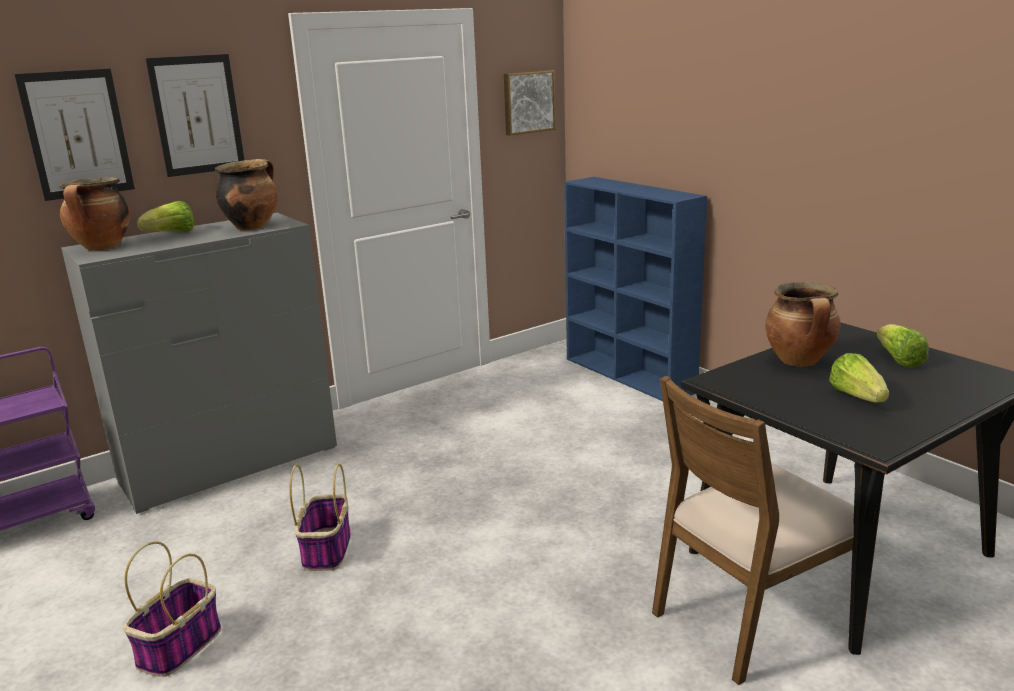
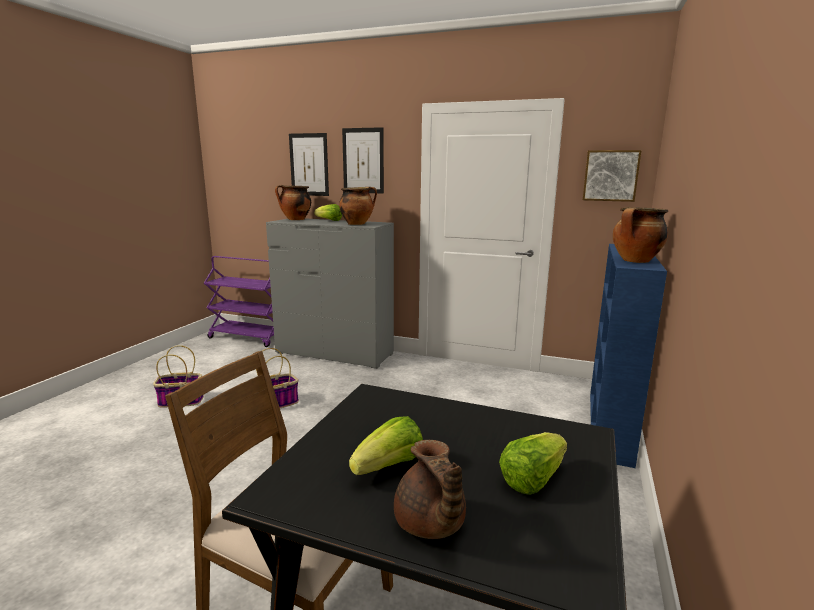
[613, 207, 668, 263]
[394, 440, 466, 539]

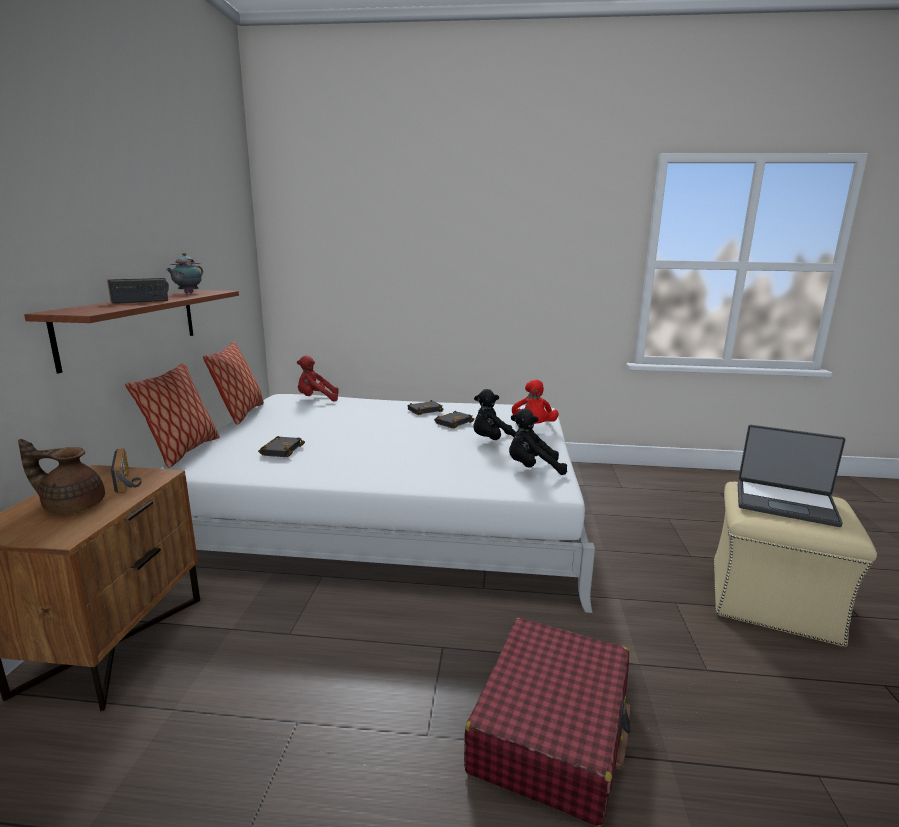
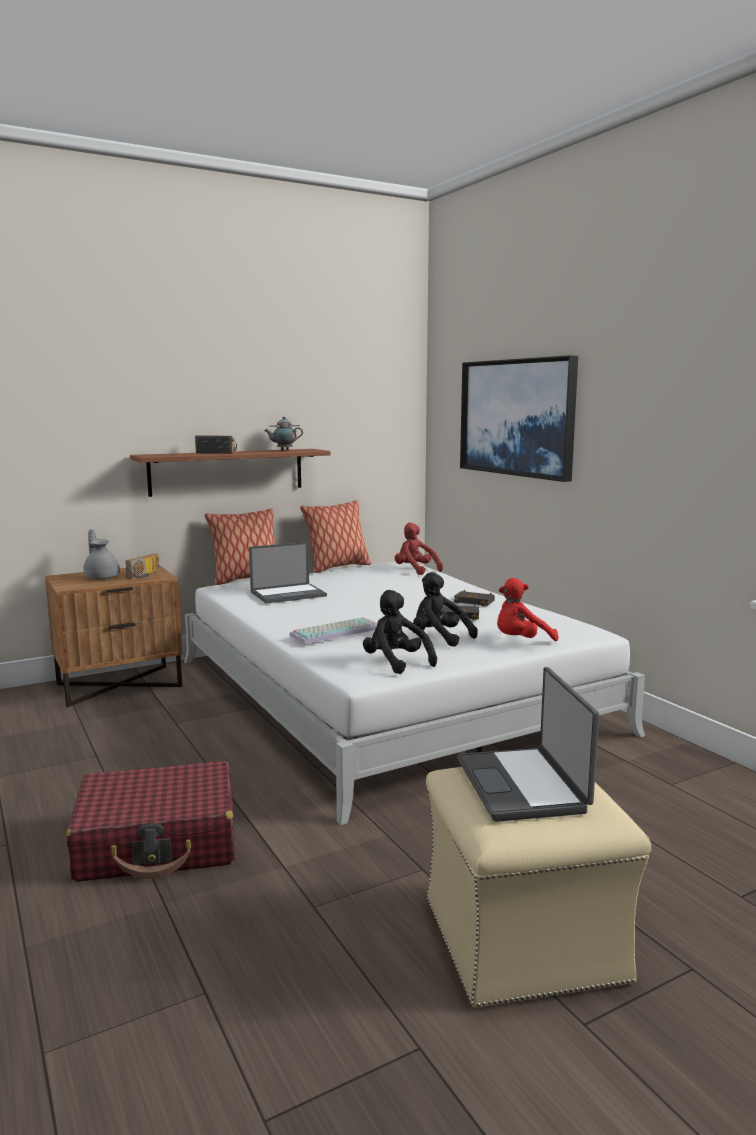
[83, 529, 120, 580]
[249, 542, 327, 604]
[289, 617, 377, 644]
[460, 355, 578, 482]

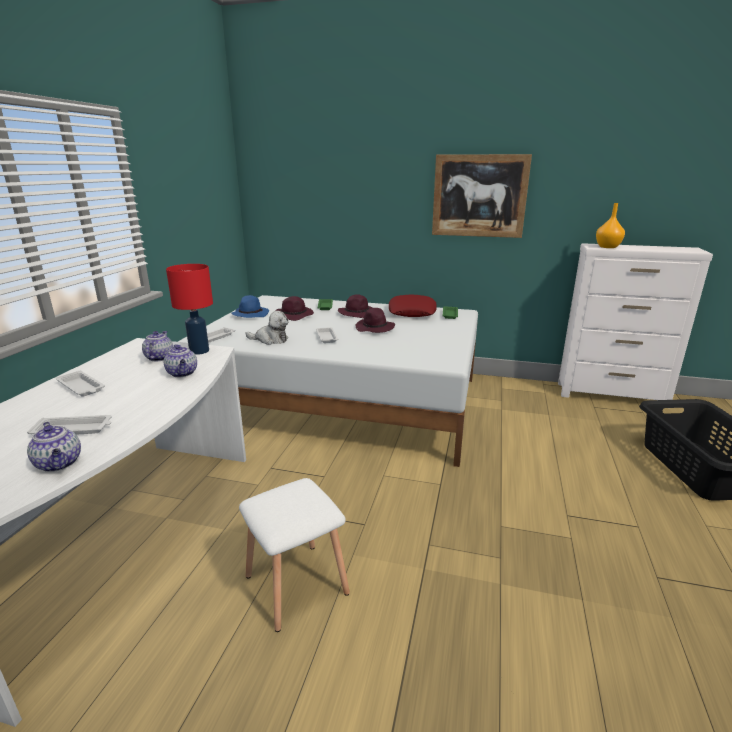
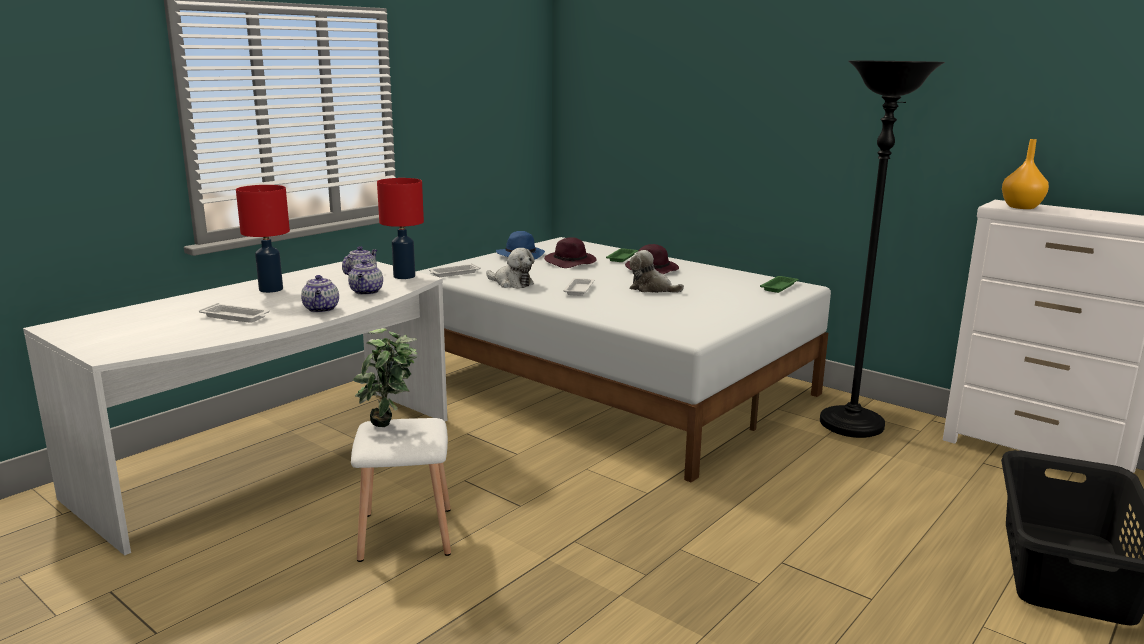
[301, 275, 339, 313]
[236, 185, 290, 293]
[630, 250, 684, 293]
[389, 295, 437, 317] (first image)
[432, 154, 532, 238] (first image)
[353, 328, 417, 427]
[820, 60, 945, 438]

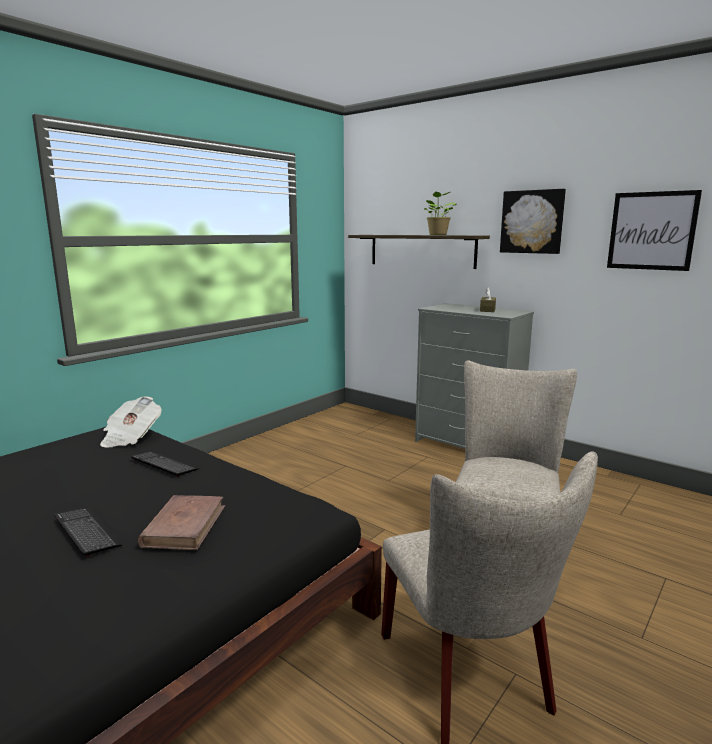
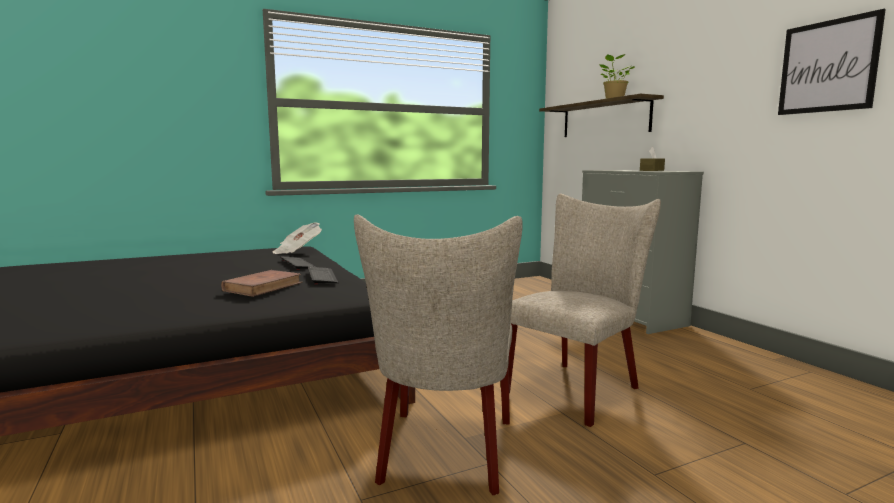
[308, 267, 338, 284]
[500, 189, 566, 254] (first image)

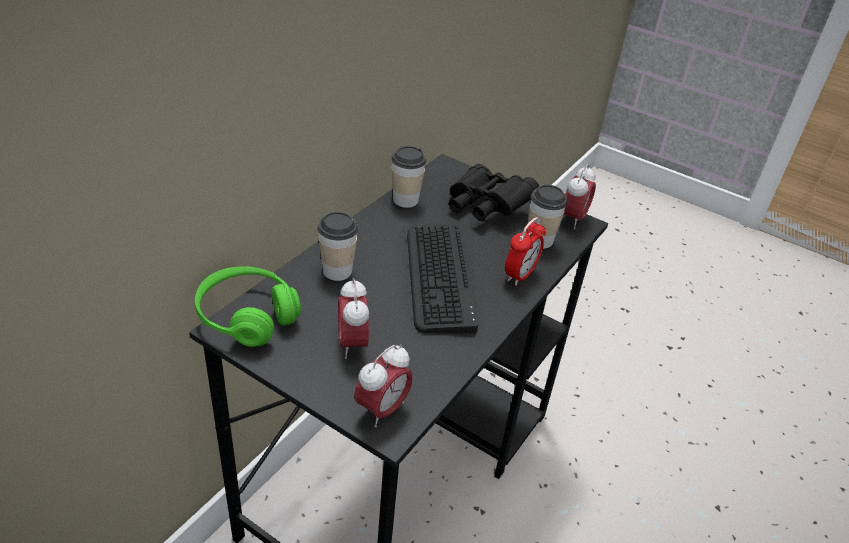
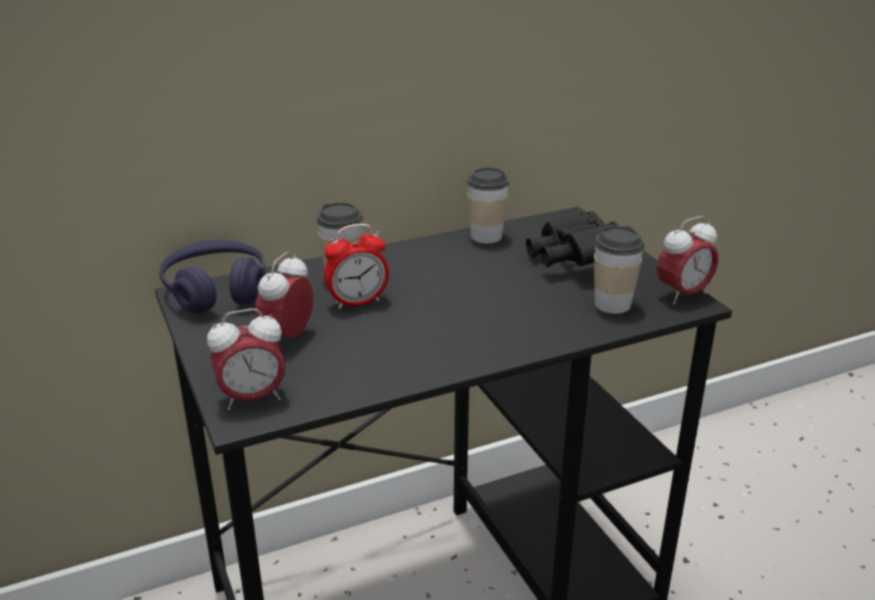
[159, 240, 265, 314]
[407, 223, 479, 334] (first image)
[324, 224, 389, 309]

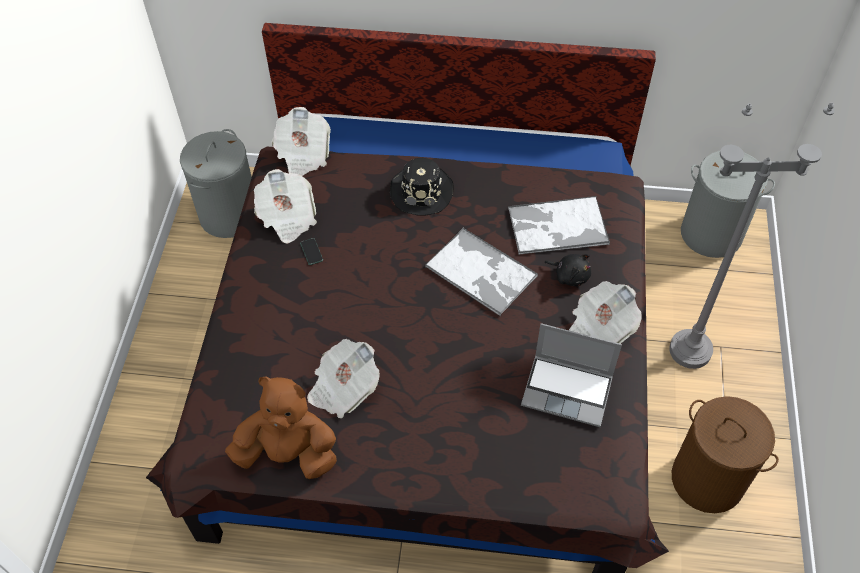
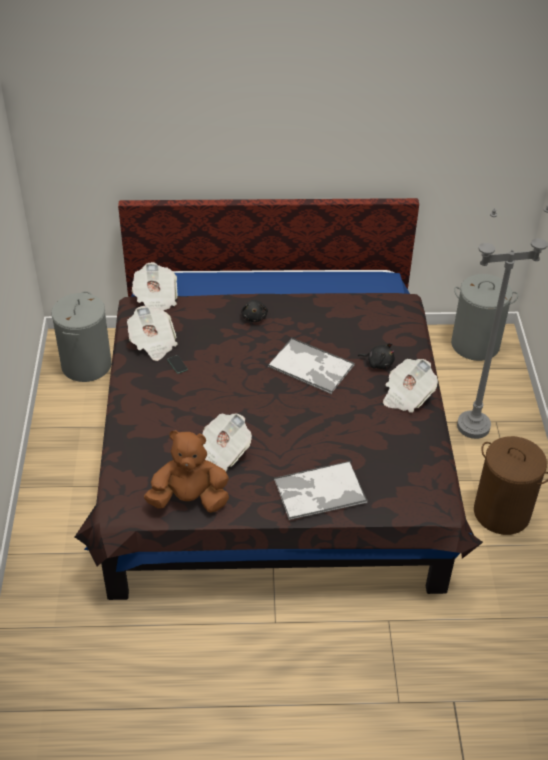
[241, 300, 268, 322]
[274, 461, 368, 520]
[521, 323, 622, 427] (first image)

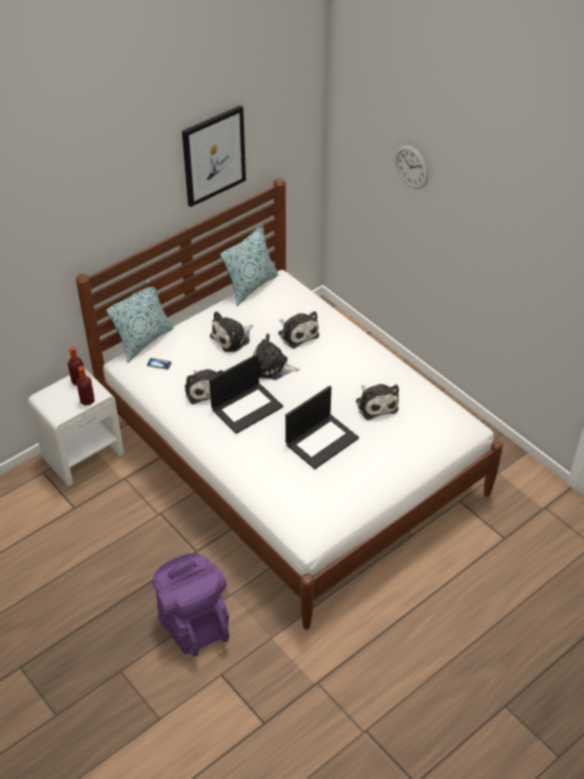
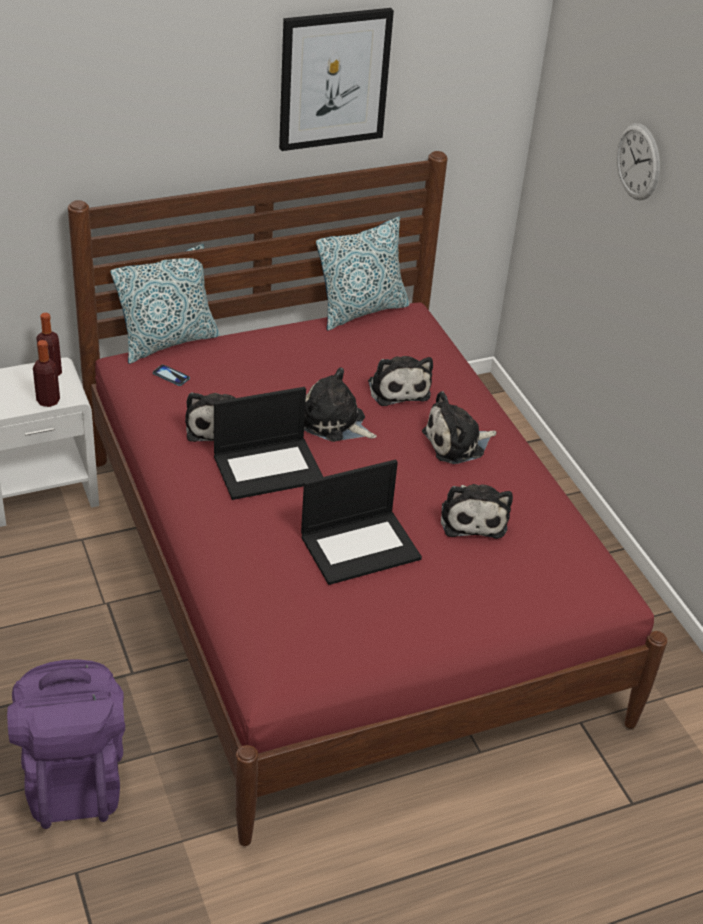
[68, 151, 668, 846]
[422, 391, 496, 464]

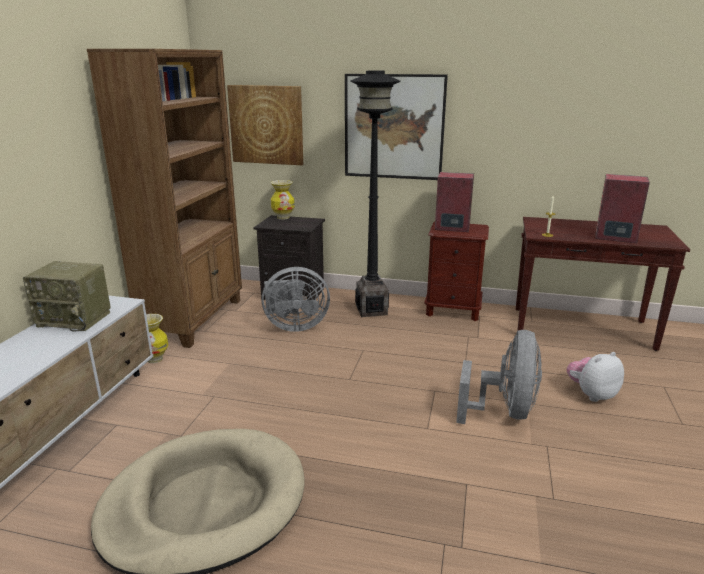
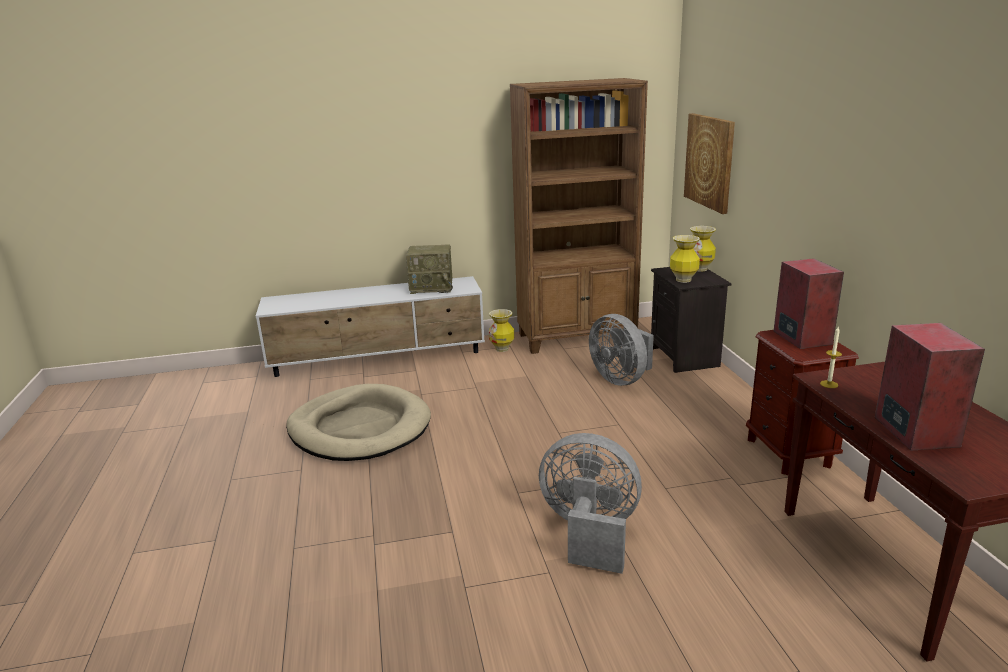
[406, 244, 453, 294]
[345, 74, 448, 180] (first image)
[350, 71, 400, 317] (first image)
[539, 433, 642, 574]
[567, 352, 624, 402] (first image)
[670, 235, 700, 283]

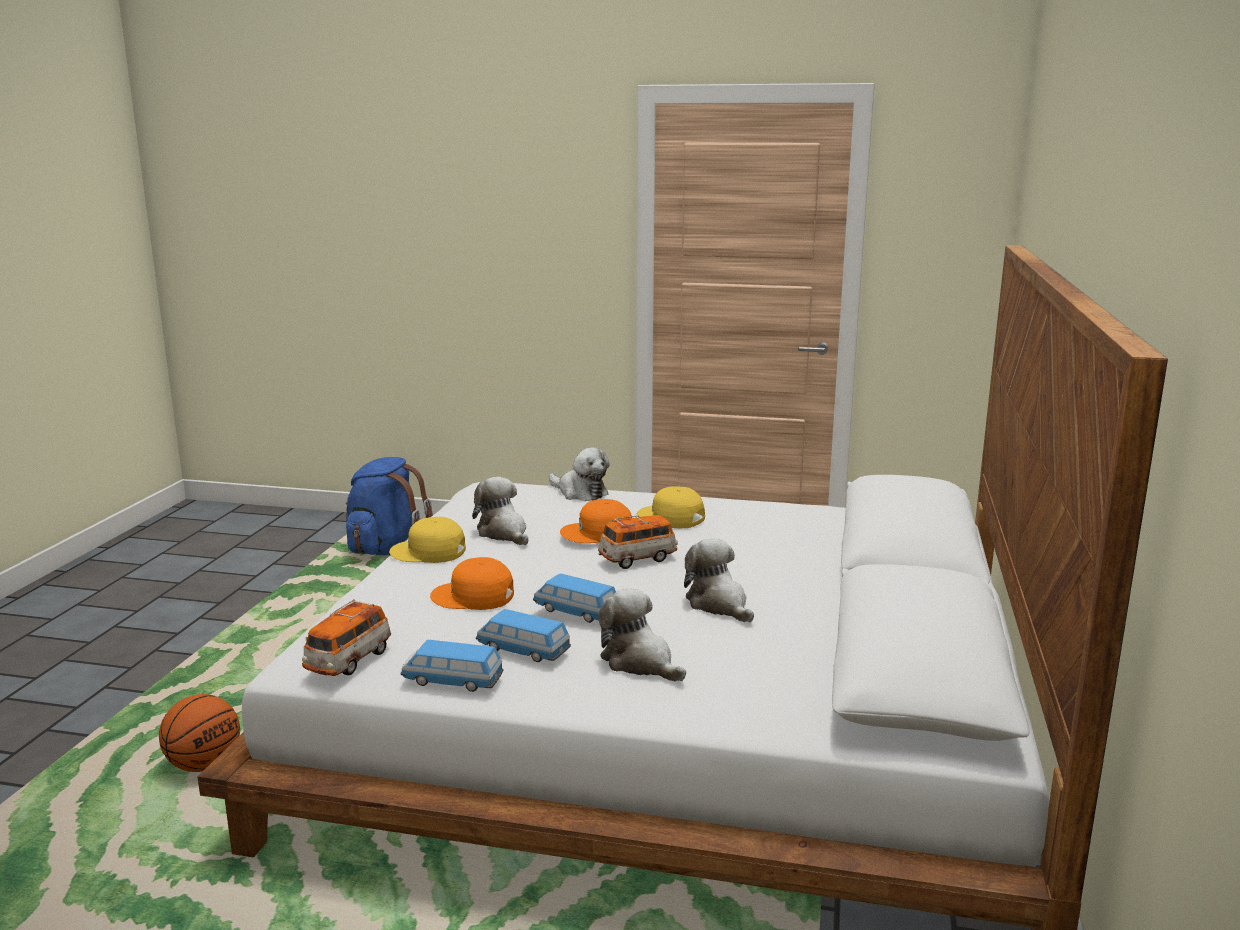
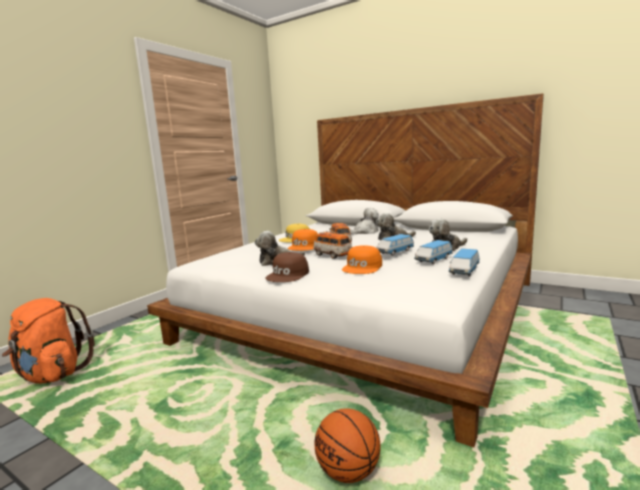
[313, 231, 352, 259]
[2, 298, 95, 384]
[266, 252, 309, 282]
[349, 208, 379, 234]

